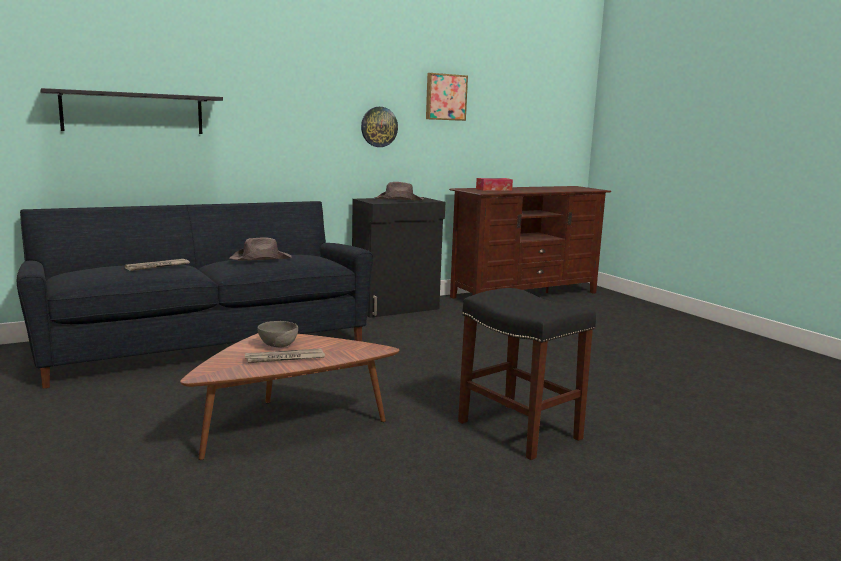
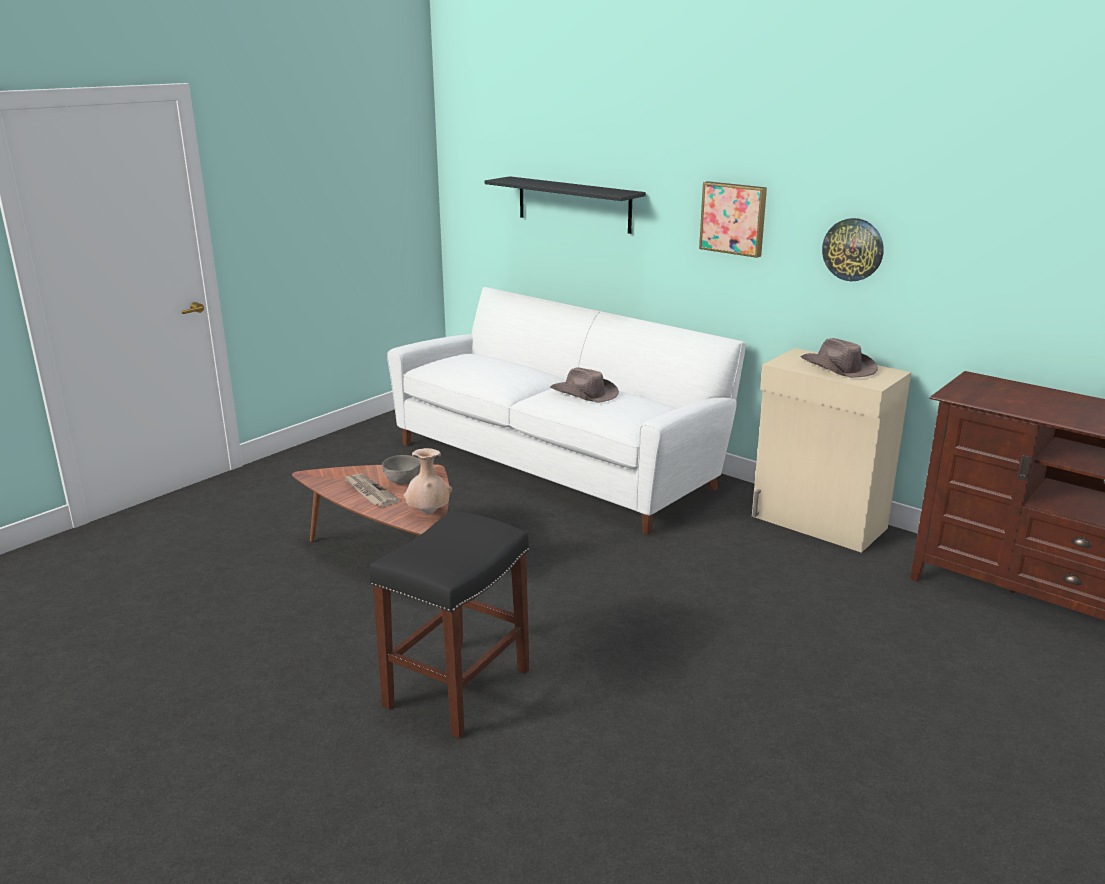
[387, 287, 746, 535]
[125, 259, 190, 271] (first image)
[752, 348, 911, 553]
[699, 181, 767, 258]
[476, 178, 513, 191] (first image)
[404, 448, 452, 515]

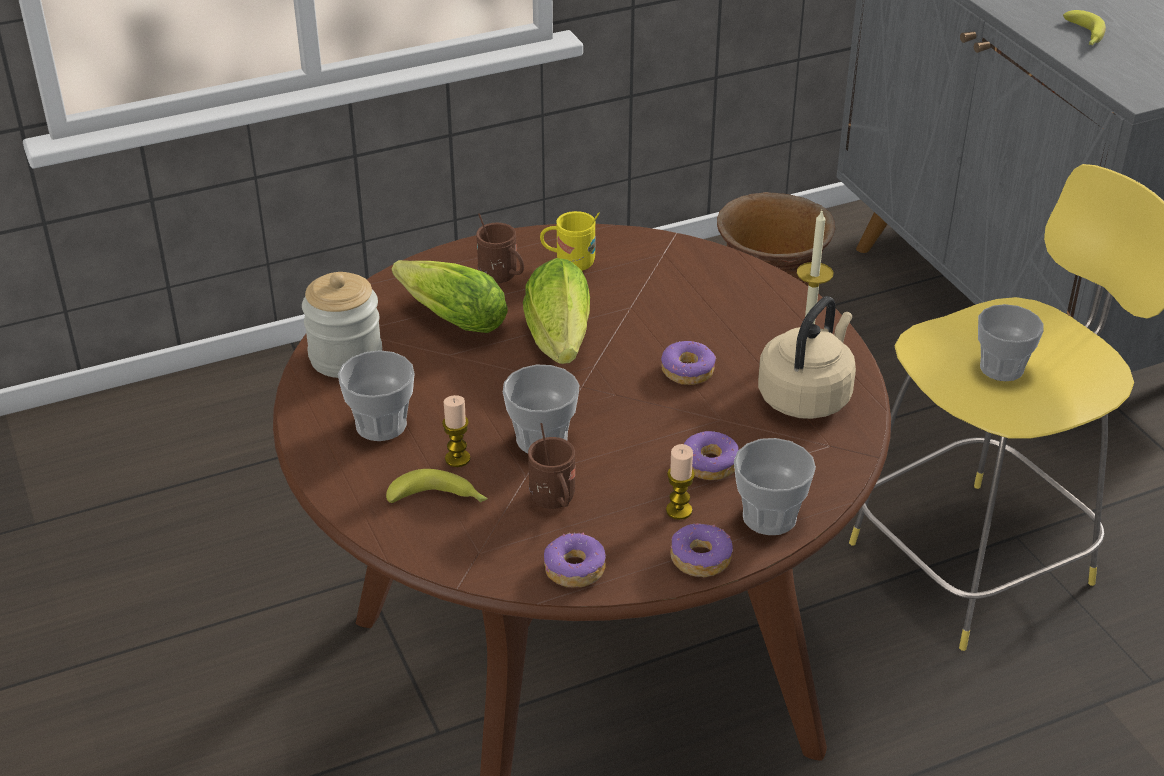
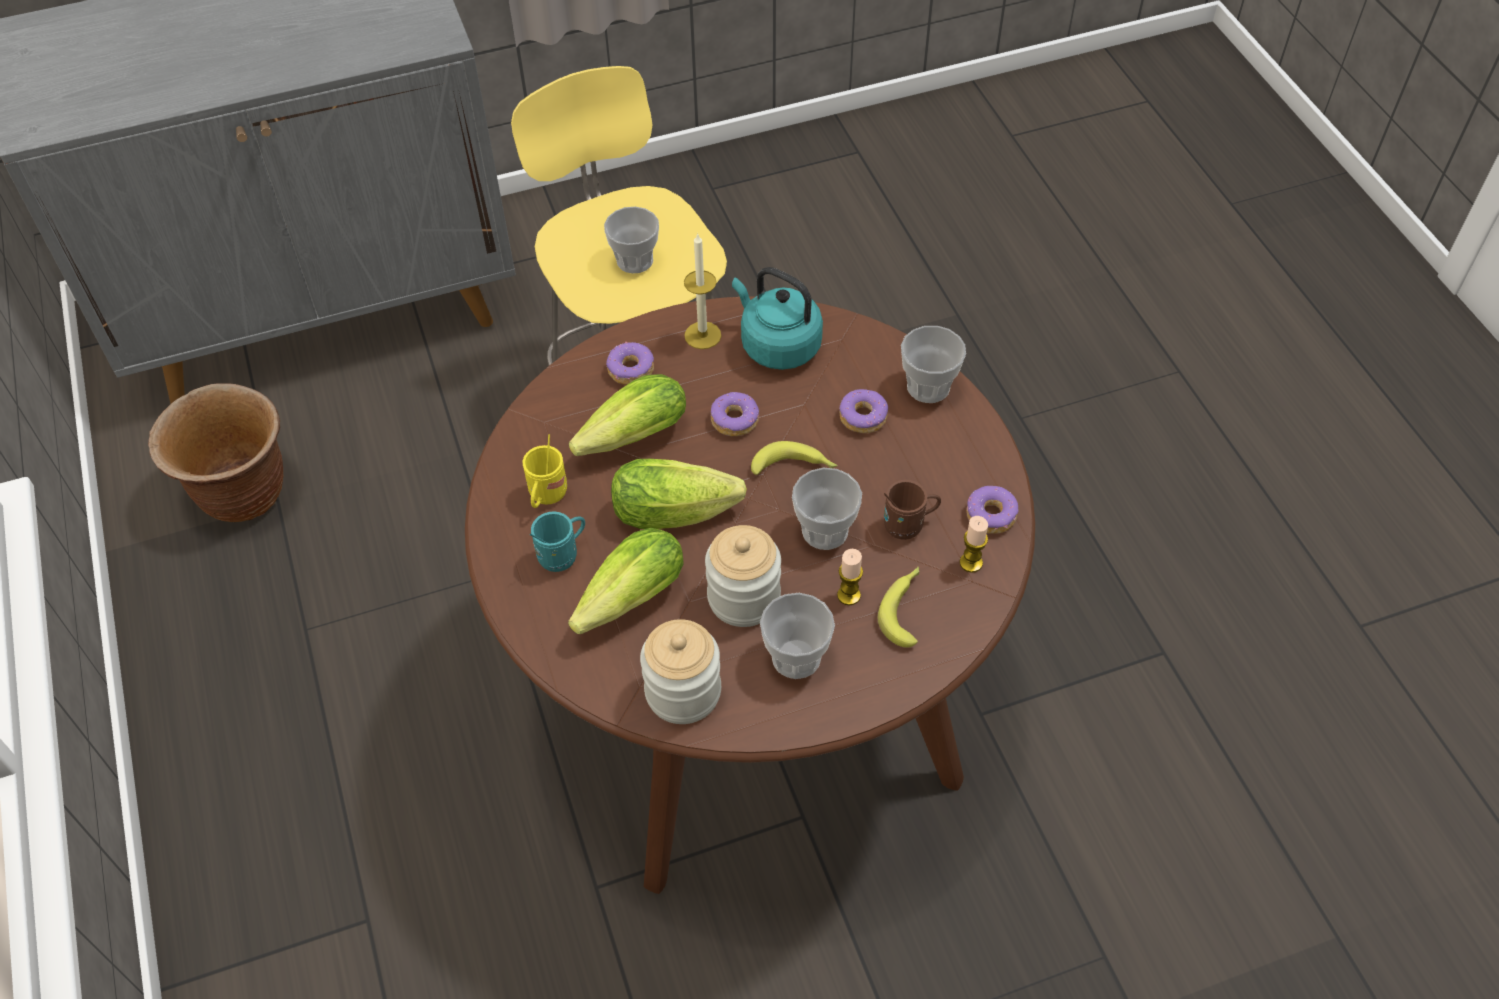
[530, 511, 585, 572]
[960, 516, 988, 573]
[606, 342, 654, 385]
[732, 267, 823, 370]
[751, 441, 838, 475]
[569, 374, 686, 456]
[705, 525, 781, 627]

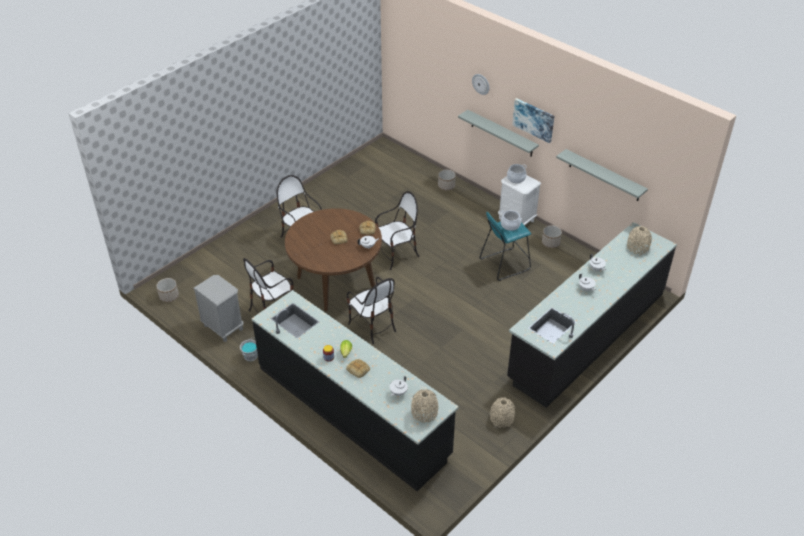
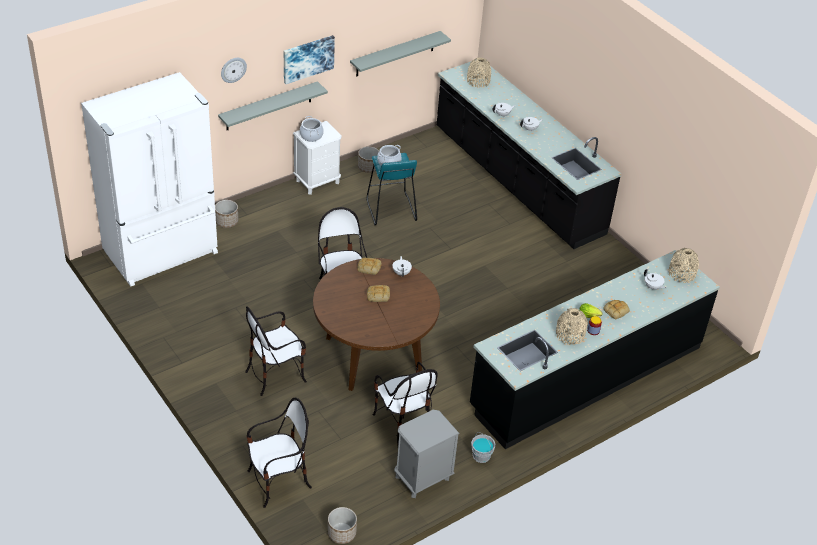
[247, 398, 312, 508]
[556, 308, 588, 345]
[81, 72, 218, 287]

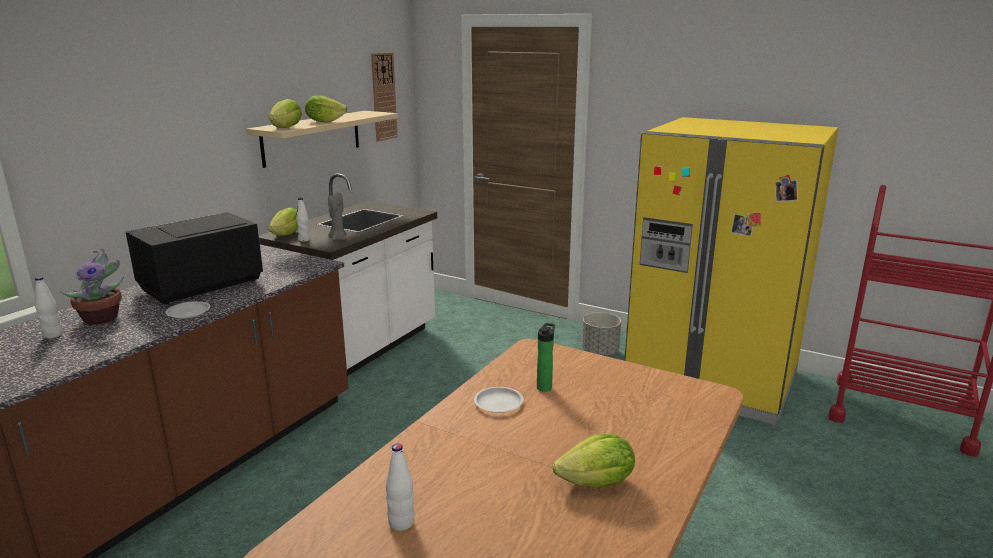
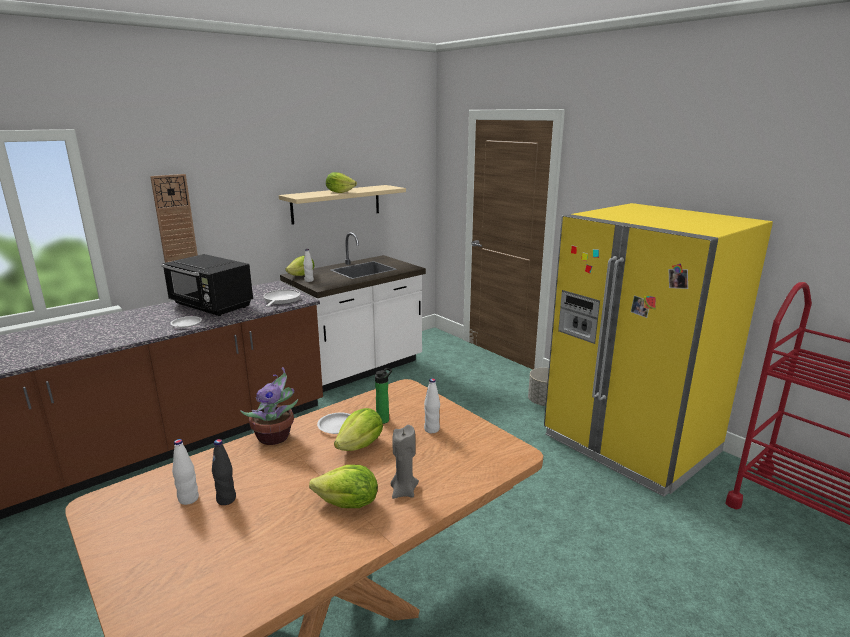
[424, 378, 440, 433]
[240, 367, 298, 445]
[161, 254, 253, 316]
[334, 408, 383, 451]
[391, 425, 419, 499]
[150, 174, 198, 263]
[212, 439, 236, 505]
[263, 289, 300, 307]

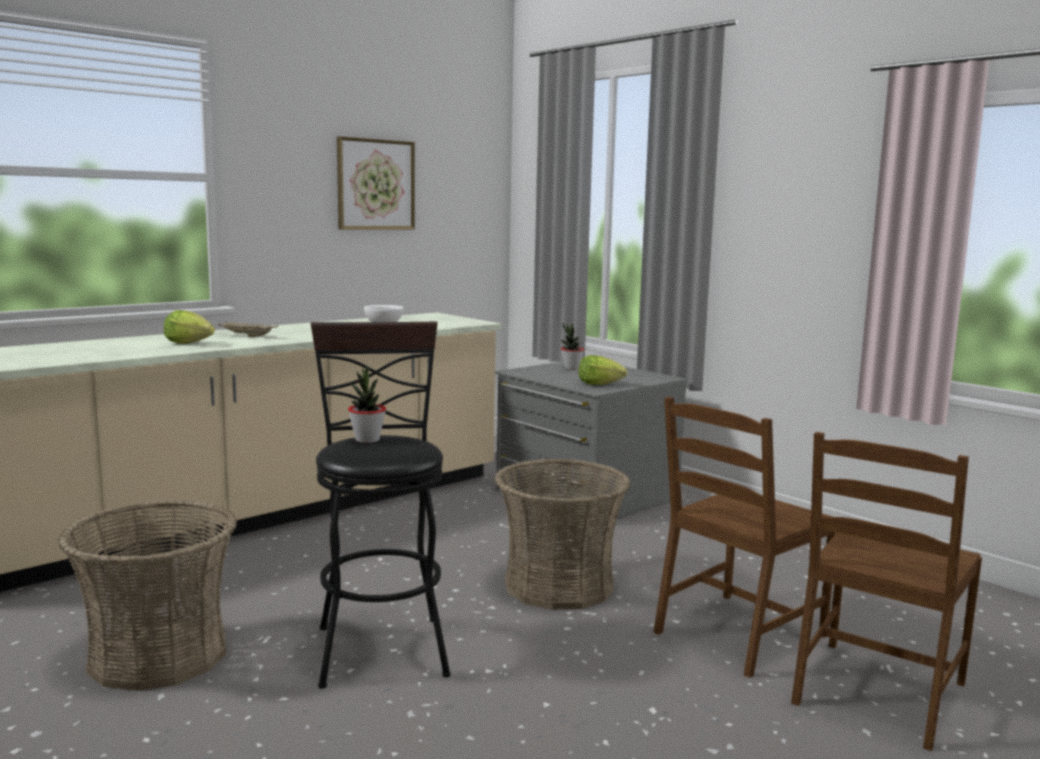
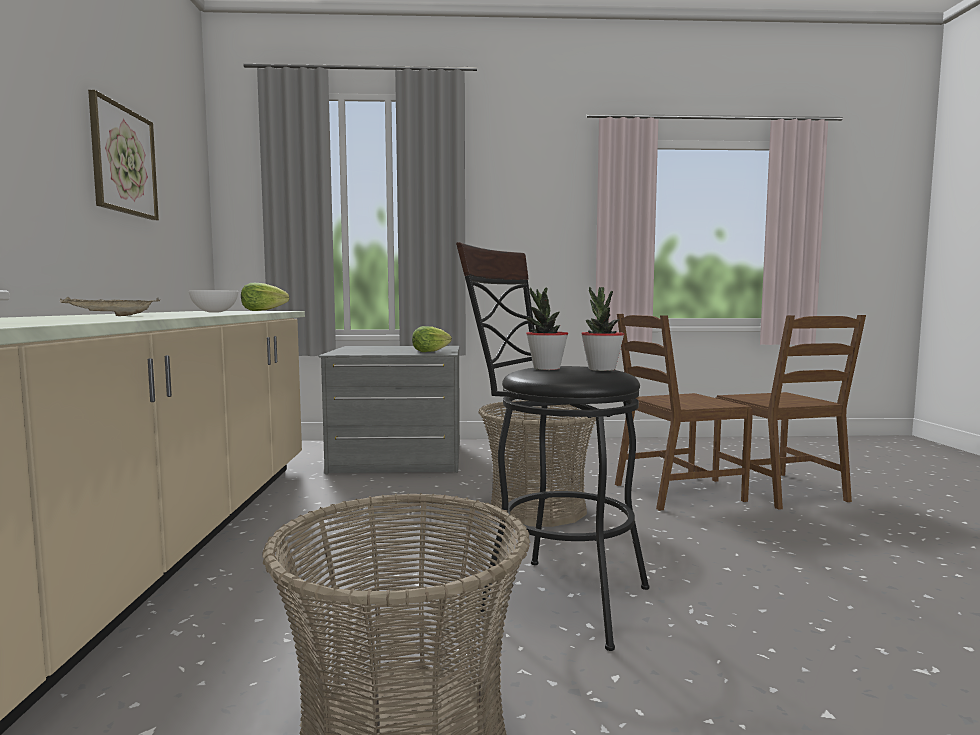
[241, 283, 290, 311]
[581, 287, 624, 371]
[615, 314, 753, 511]

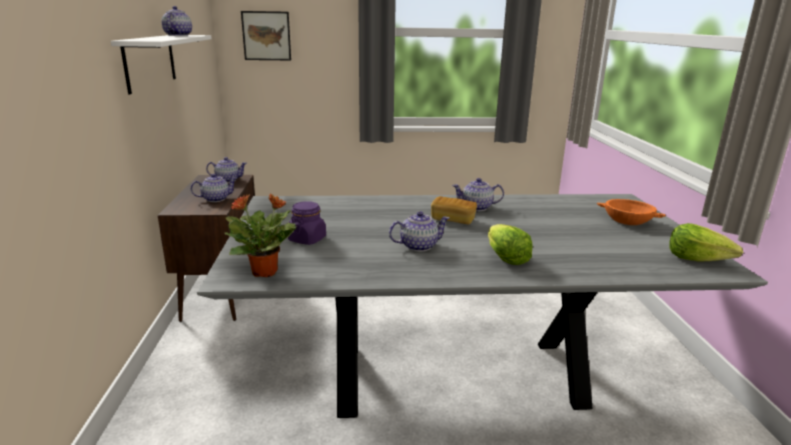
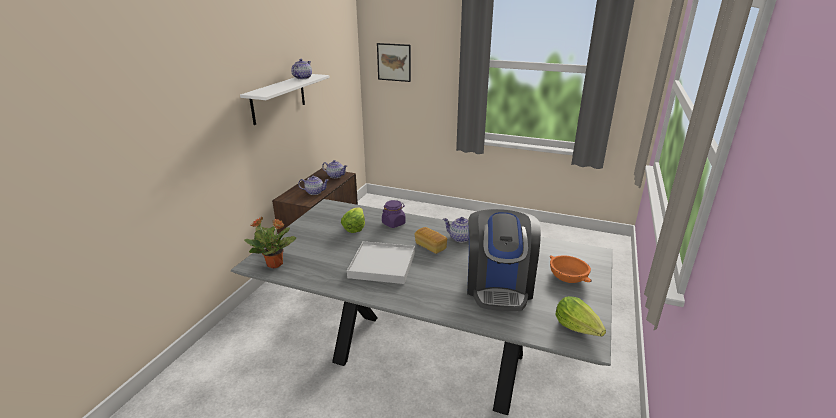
[382, 200, 405, 228]
[347, 241, 415, 284]
[341, 207, 365, 233]
[467, 209, 541, 311]

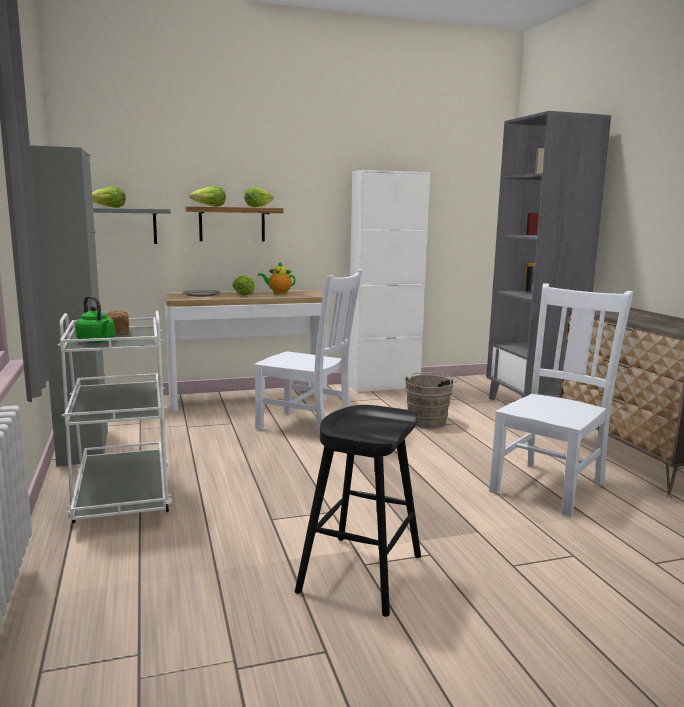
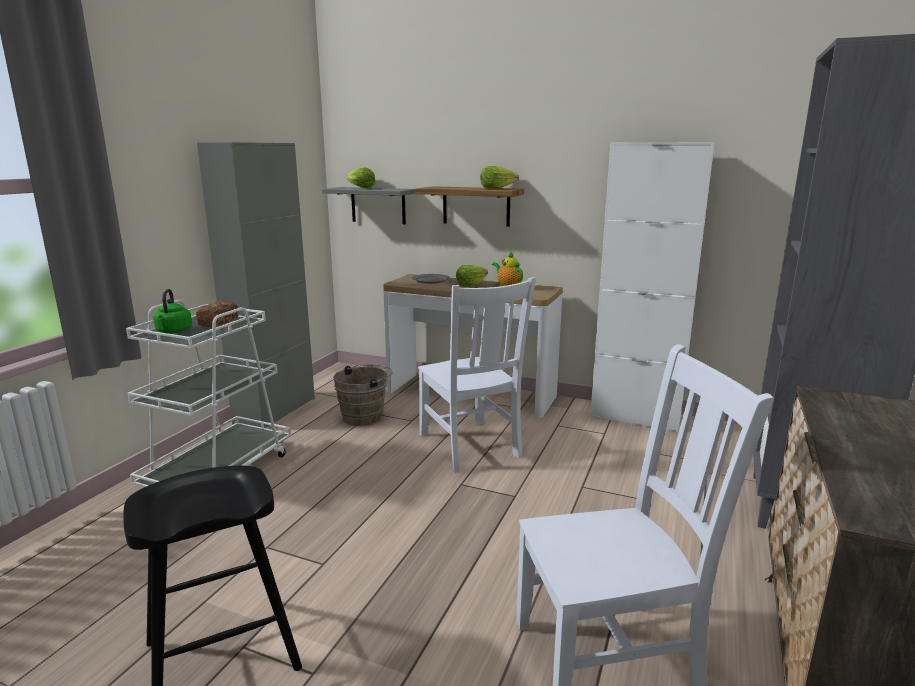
[190, 186, 226, 207] (first image)
[333, 364, 393, 426]

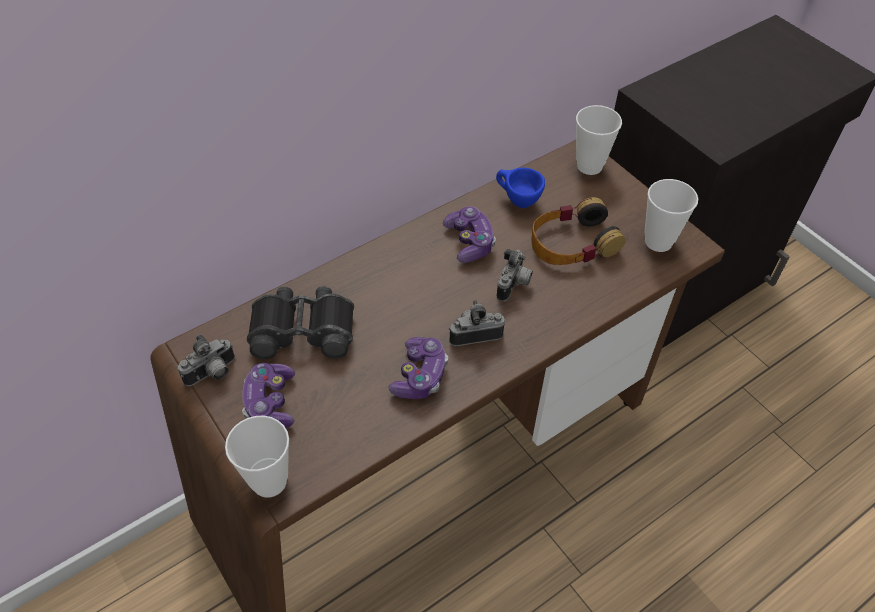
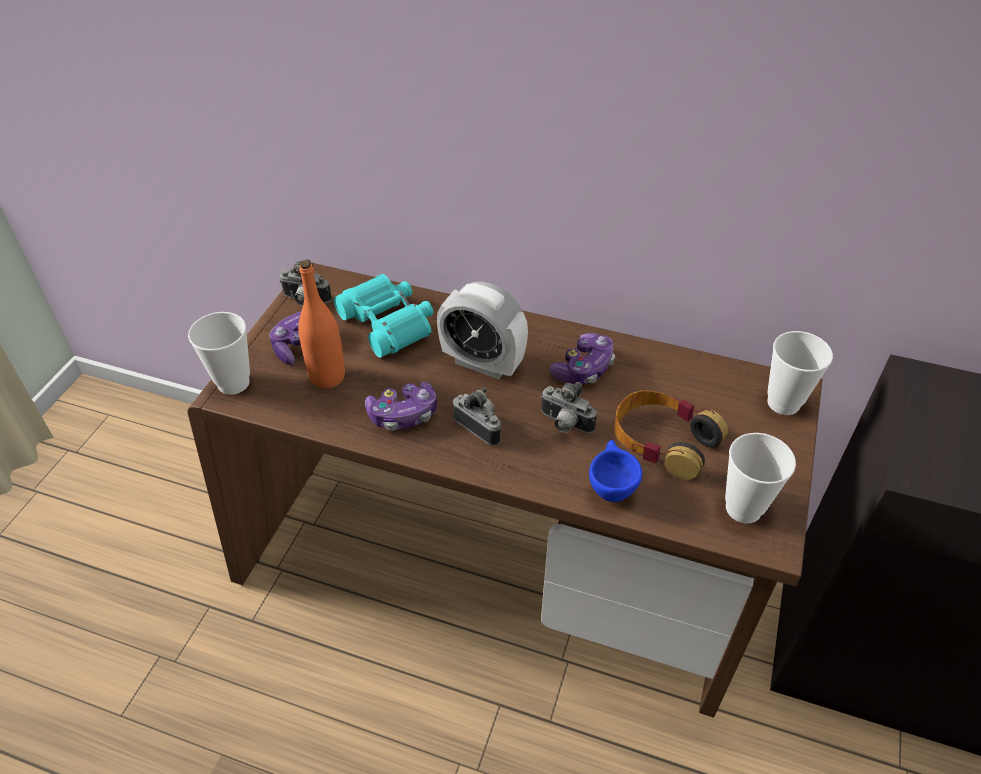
[334, 274, 433, 357]
[589, 440, 642, 502]
[540, 382, 597, 433]
[298, 260, 345, 388]
[437, 282, 528, 379]

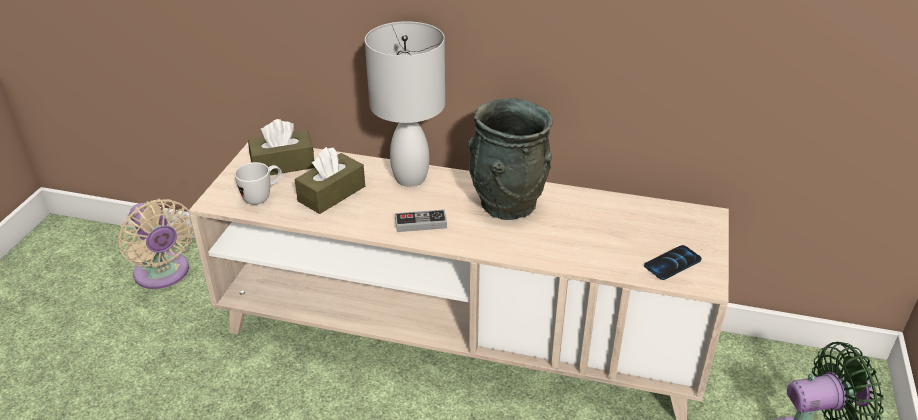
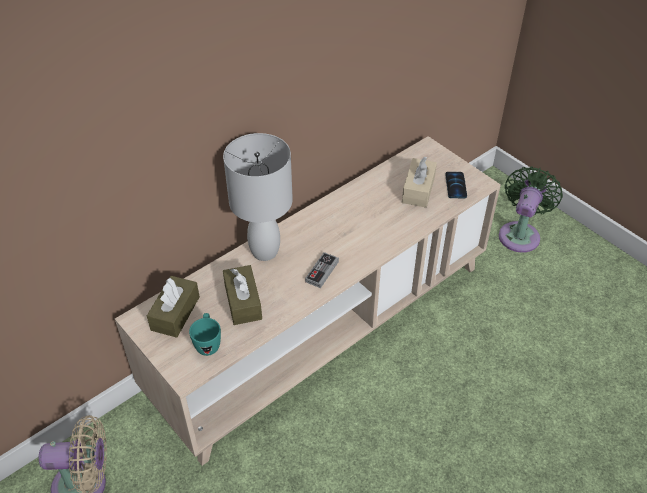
[189, 313, 221, 356]
[468, 98, 553, 220] (first image)
[402, 156, 437, 208]

